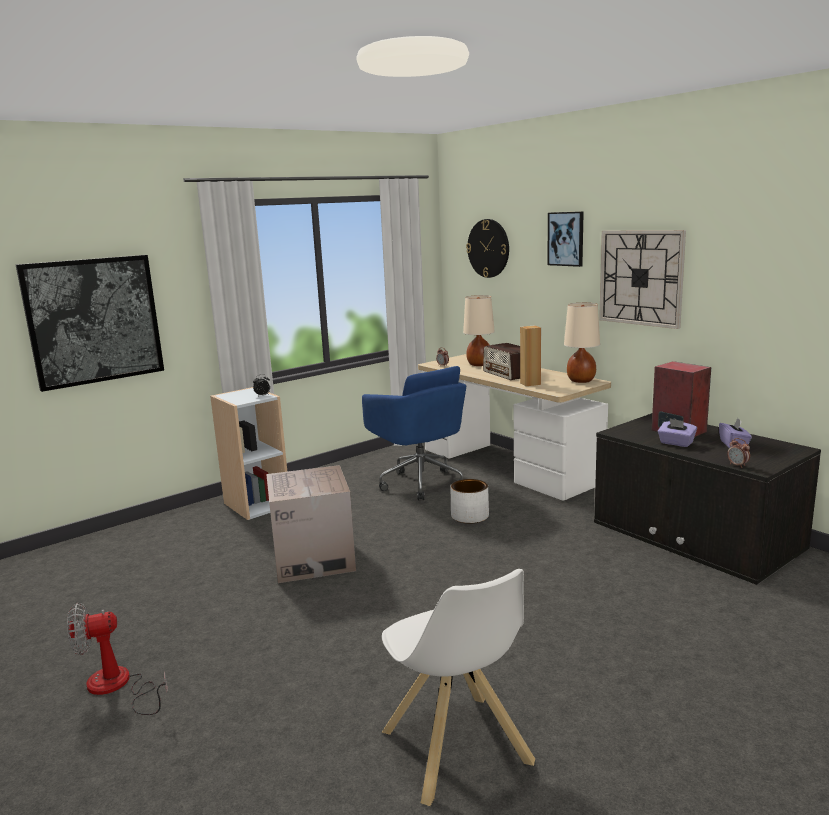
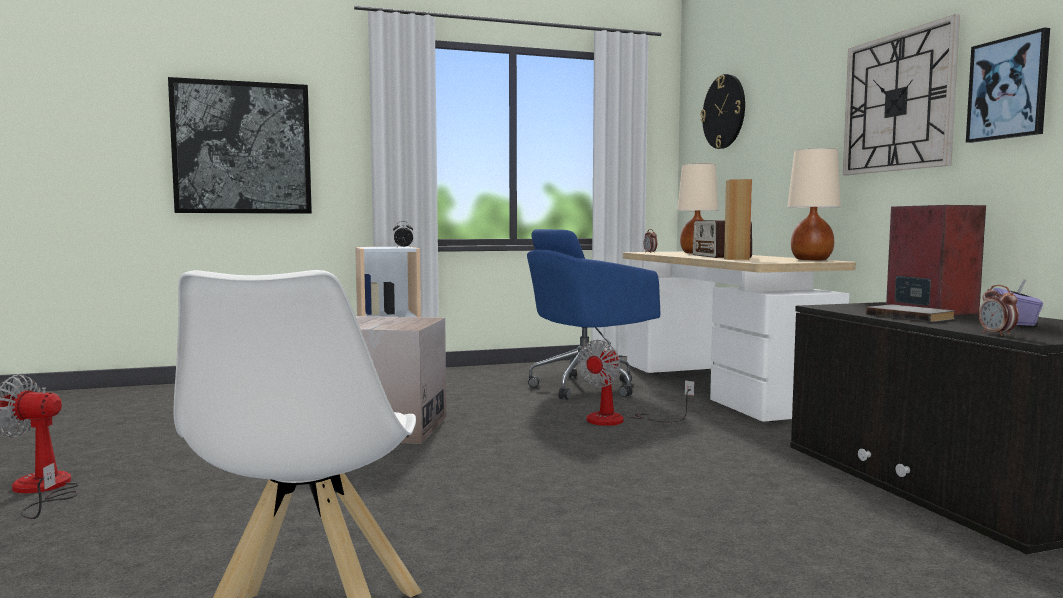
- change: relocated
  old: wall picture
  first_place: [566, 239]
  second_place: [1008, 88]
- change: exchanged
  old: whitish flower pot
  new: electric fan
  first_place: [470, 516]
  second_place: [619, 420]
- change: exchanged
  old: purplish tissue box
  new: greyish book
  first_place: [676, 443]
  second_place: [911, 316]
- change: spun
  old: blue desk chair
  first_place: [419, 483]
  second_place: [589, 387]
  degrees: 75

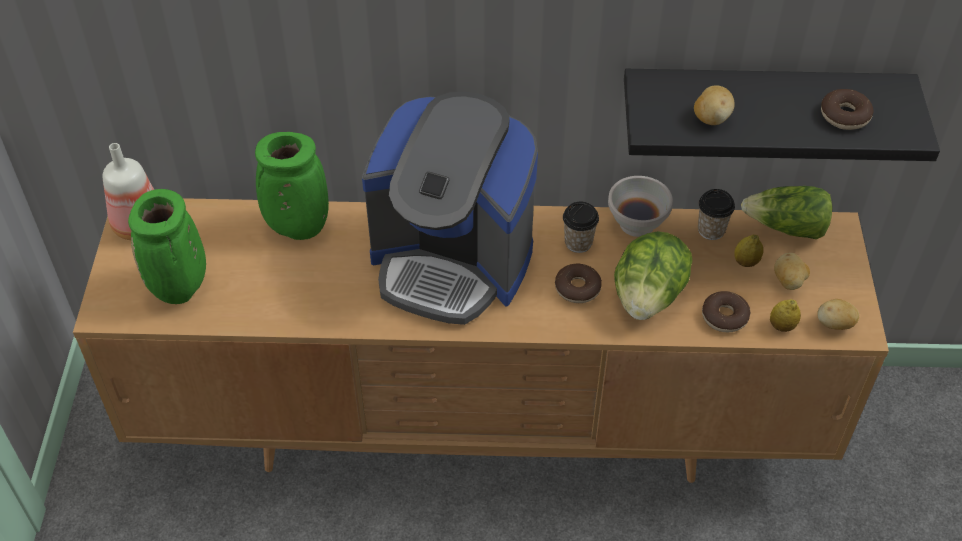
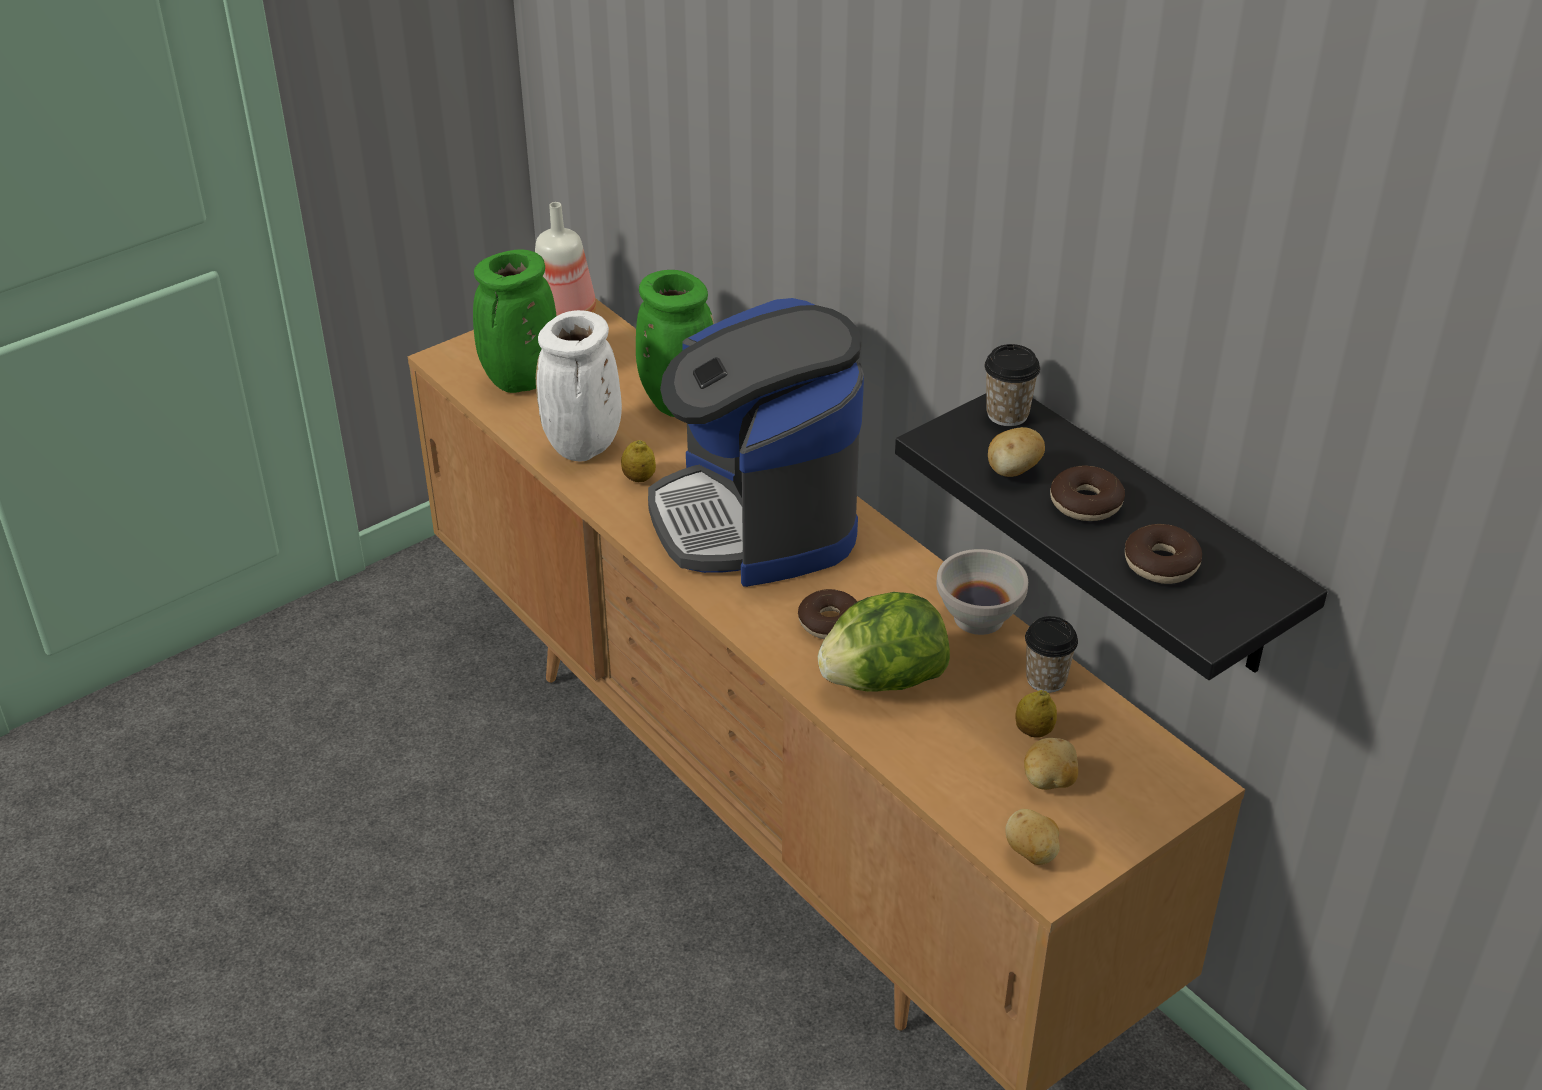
- change: missing
  old: head of lettuce
  first_place: [786, 227]
- change: appeared
  new: whitish flower vase
  second_place: [584, 448]
- change: relocated
  old: small cup
  first_place: [578, 243]
  second_place: [1007, 414]
- change: relocated
  old: donut
  first_place: [724, 317]
  second_place: [1085, 503]
- change: relocated
  old: lemon
  first_place: [782, 326]
  second_place: [639, 478]

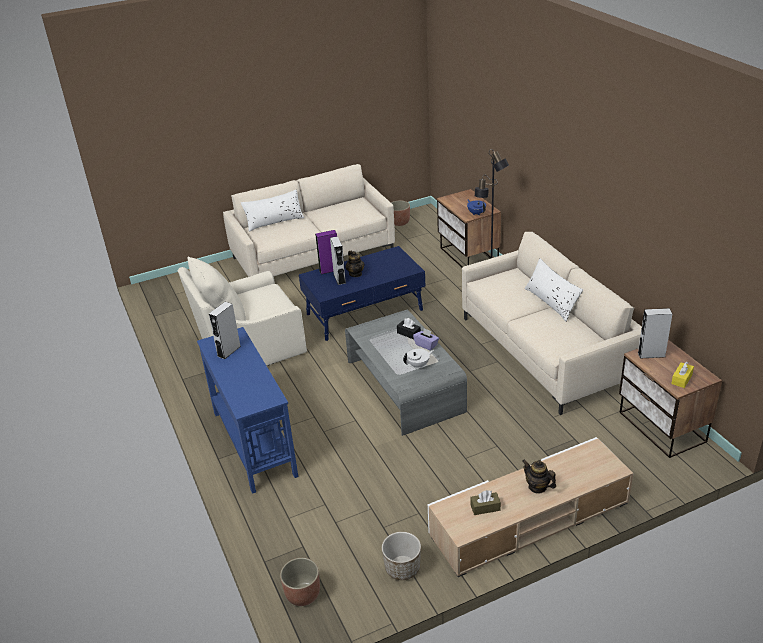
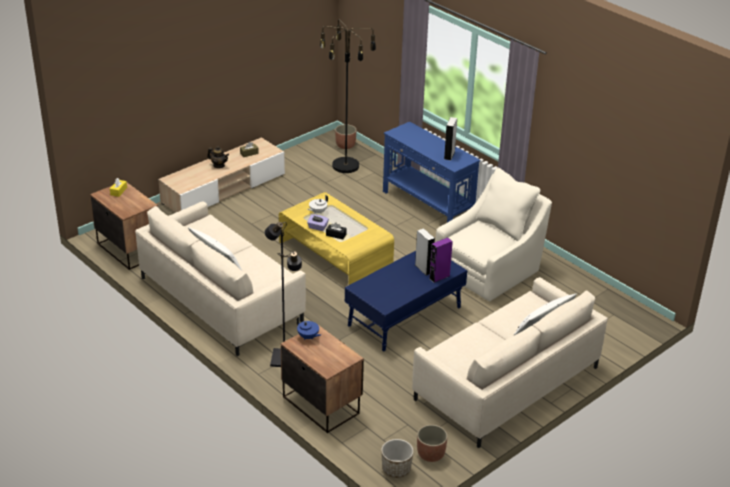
- change: missing
  old: teapot
  first_place: [355, 274]
- change: missing
  old: greyish audio speaker
  first_place: [651, 354]
- change: appeared
  new: standing lamp
  second_place: [345, 166]
- change: relocated
  old: flower pot
  first_place: [402, 568]
  second_place: [396, 469]
- change: colour
  old: greyish lounge table
  new: yellow-coloured lounge table
  first_place: [405, 386]
  second_place: [335, 255]

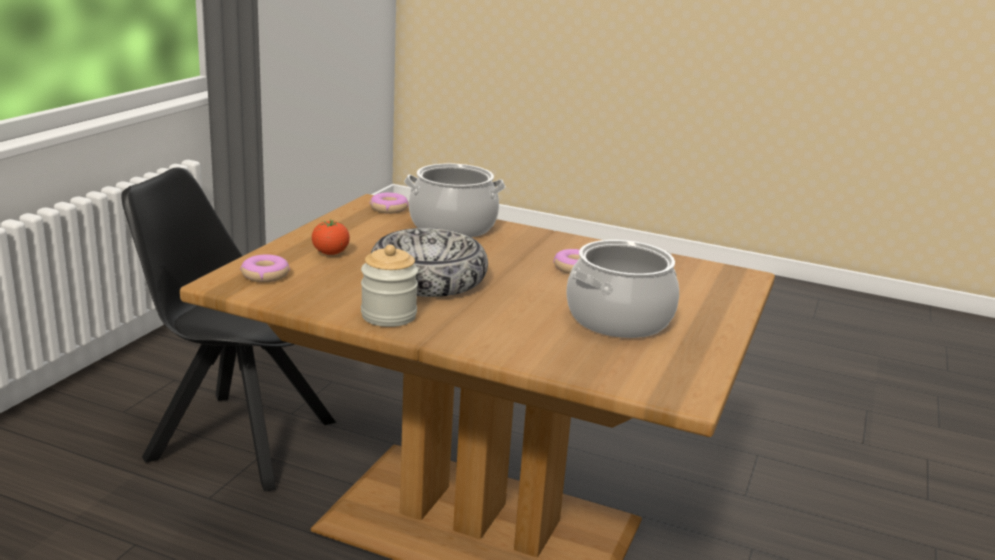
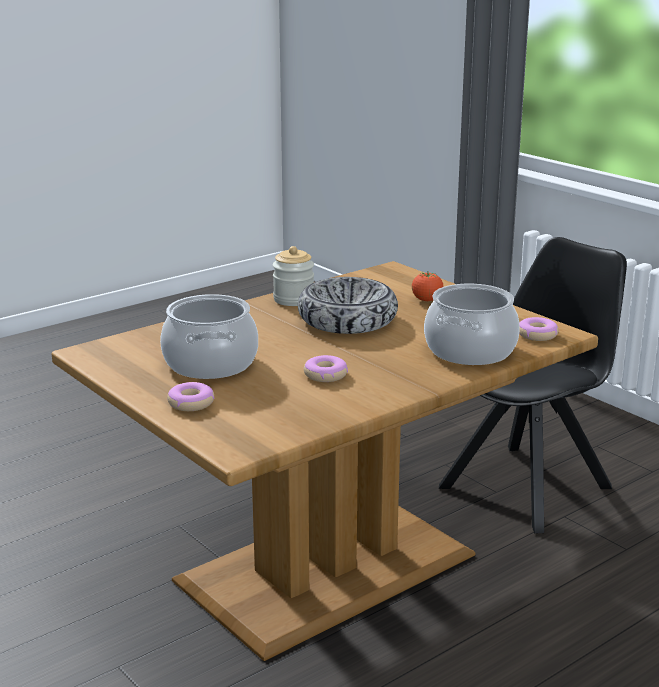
- change: relocated
  old: donut
  first_place: [265, 275]
  second_place: [191, 403]

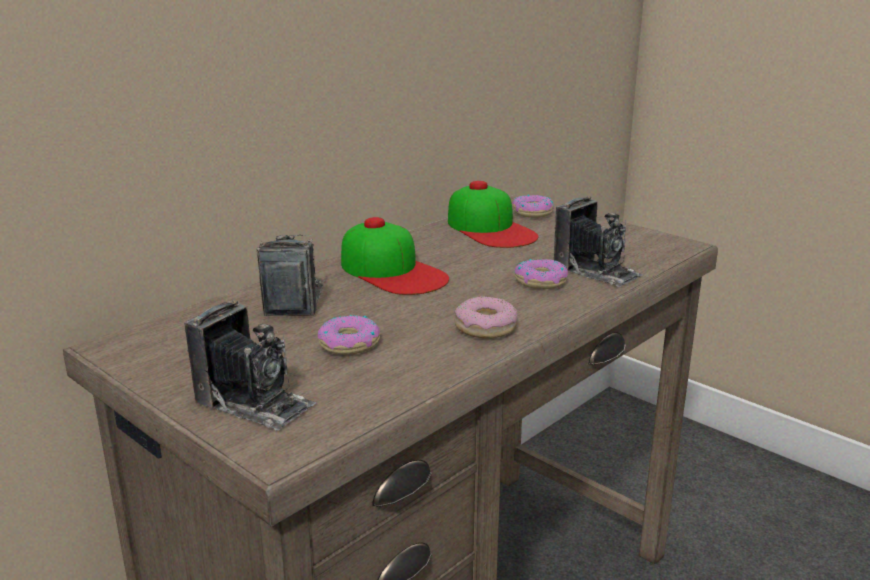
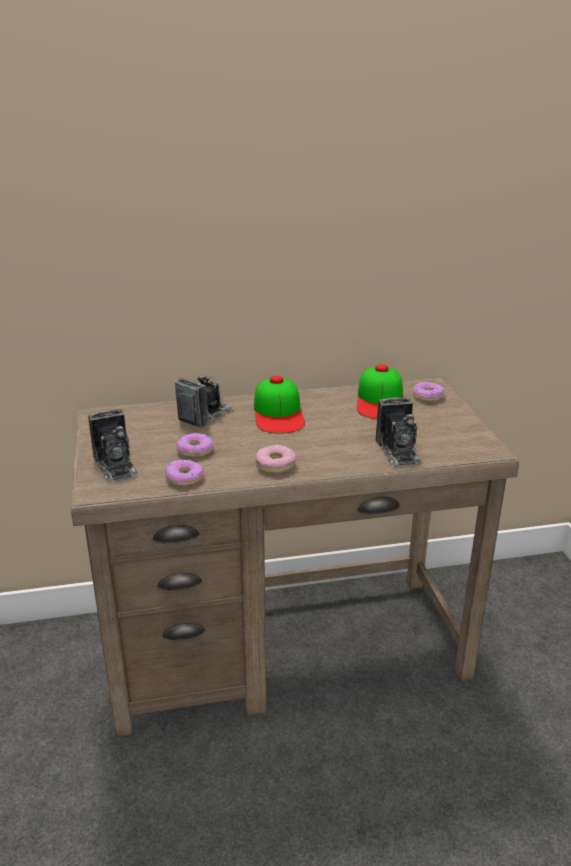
- change: relocated
  old: donut
  first_place: [541, 281]
  second_place: [184, 477]

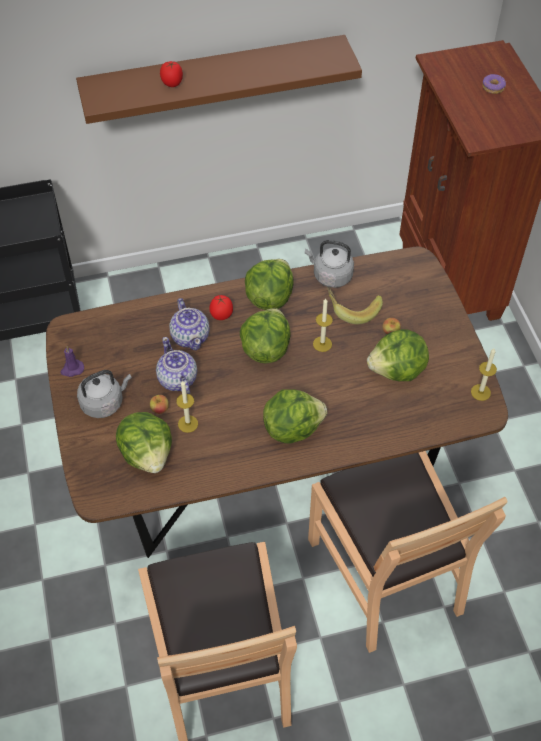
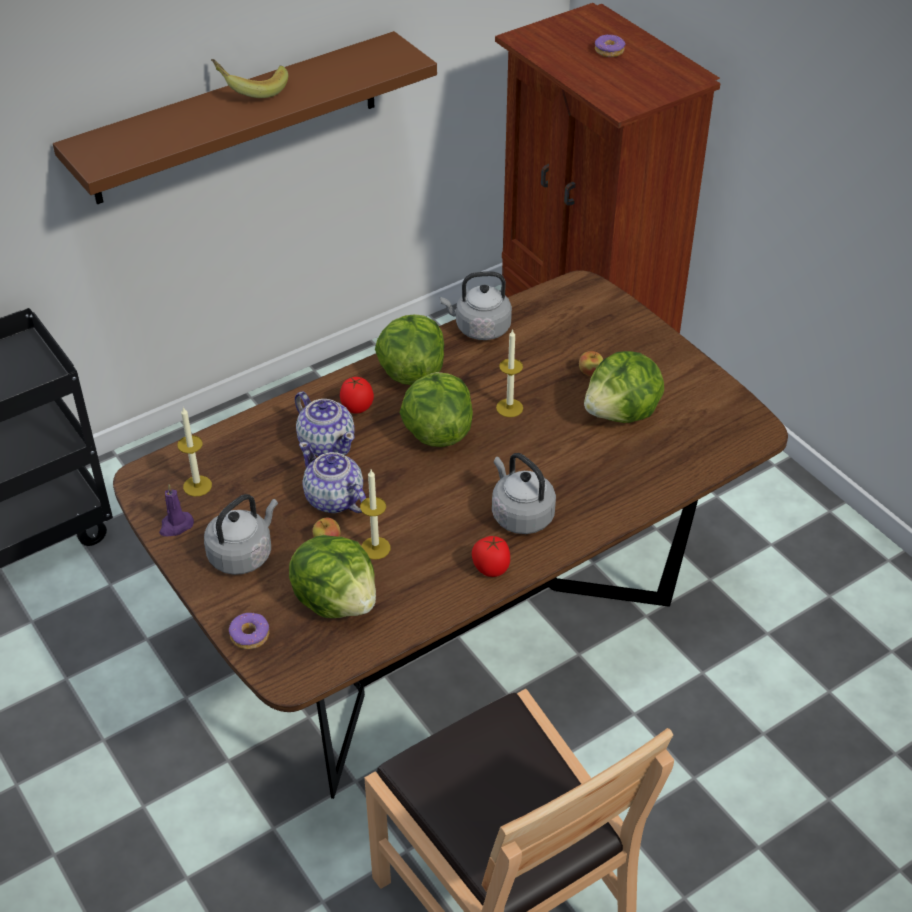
- change: missing
  old: brown upright chair
  first_place: [386, 574]
- change: appeared
  new: donut
  second_place: [250, 635]
- change: relocated
  old: tomato
  first_place: [172, 83]
  second_place: [491, 569]
- change: relocated
  old: whole banana
  first_place: [352, 309]
  second_place: [251, 89]
- change: relocated
  old: candle
  first_place: [480, 392]
  second_place: [197, 486]
- change: exchanged
  old: head of lettuce
  new: greyish kettle
  first_place: [292, 428]
  second_place: [520, 515]

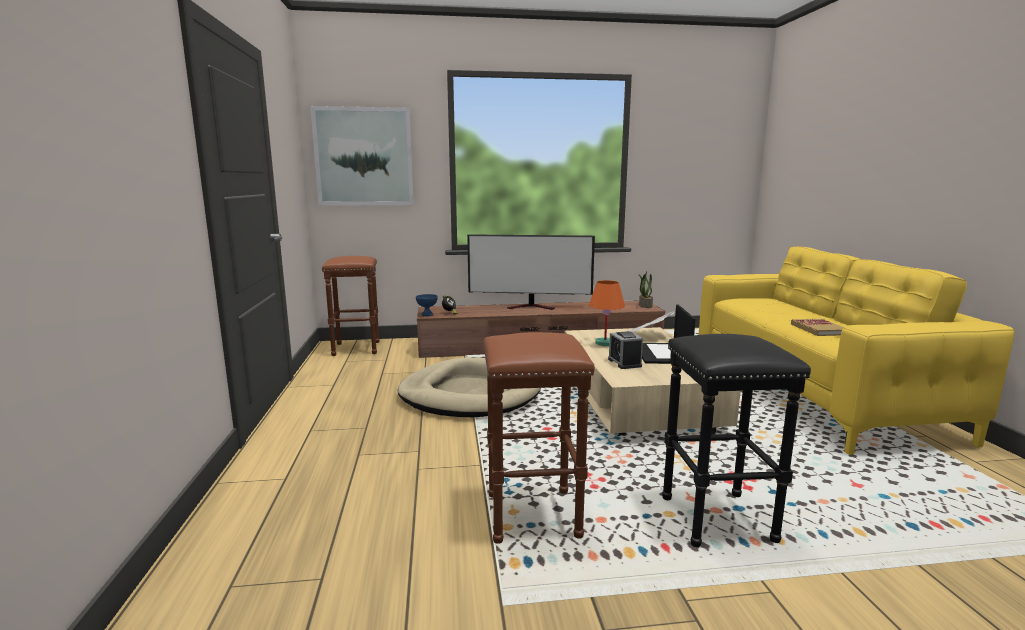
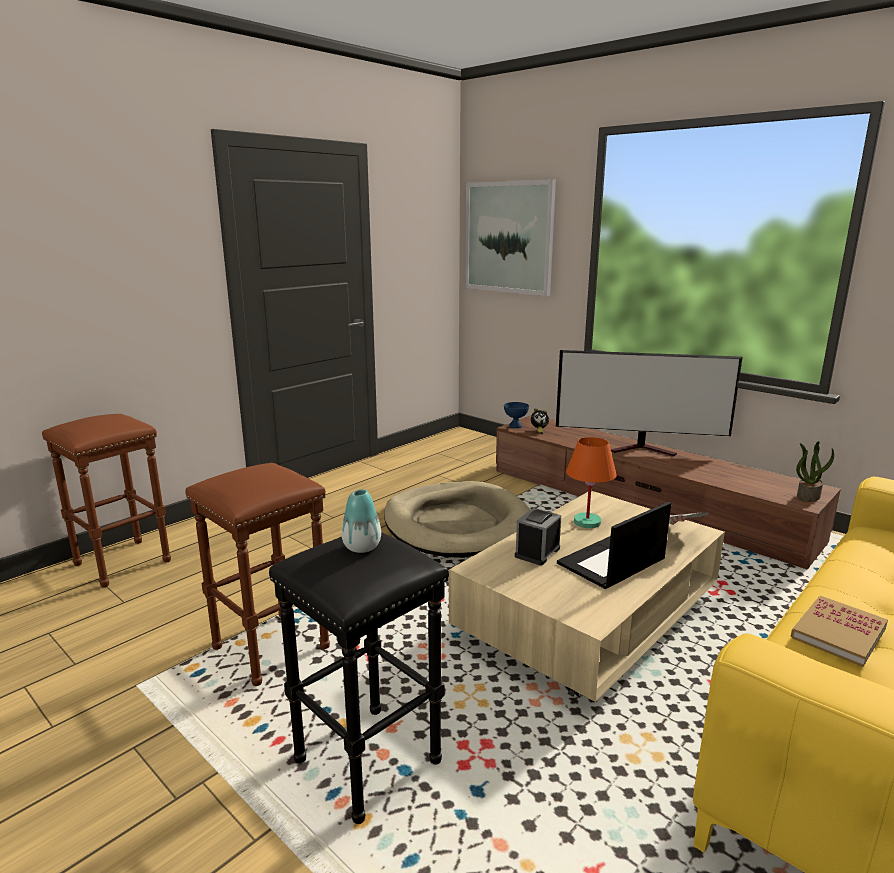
- change: appeared
  new: flower vase
  second_place: [362, 547]
- change: relocated
  old: brown stool seat
  first_place: [355, 348]
  second_place: [123, 561]
- change: spun
  old: television
  first_place: [532, 307]
  second_place: [644, 449]
  degrees: -45

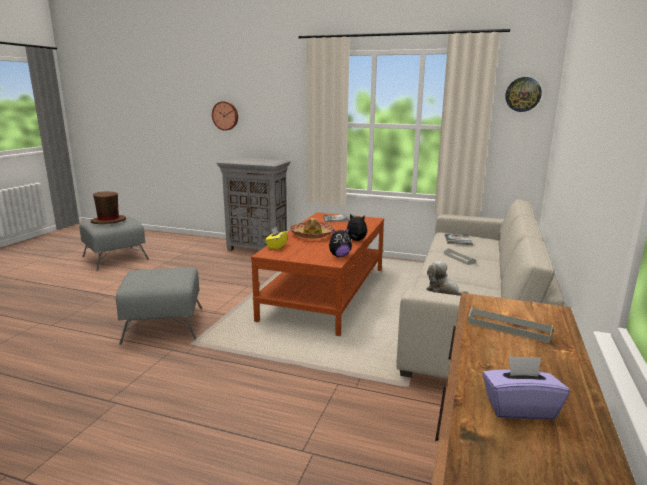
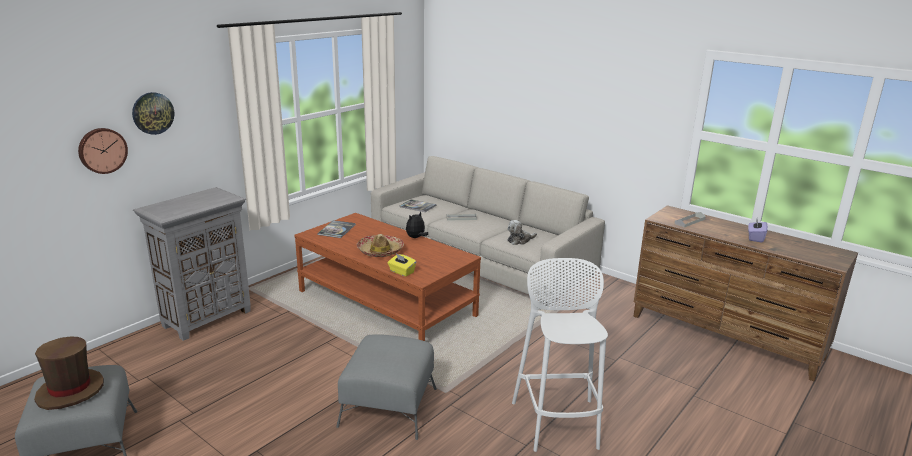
- change: missing
  old: soft toy
  first_place: [339, 256]
- change: appeared
  new: whitish stool seat
  second_place: [558, 423]
- change: relocated
  old: hanging clock
  first_place: [523, 94]
  second_place: [153, 113]

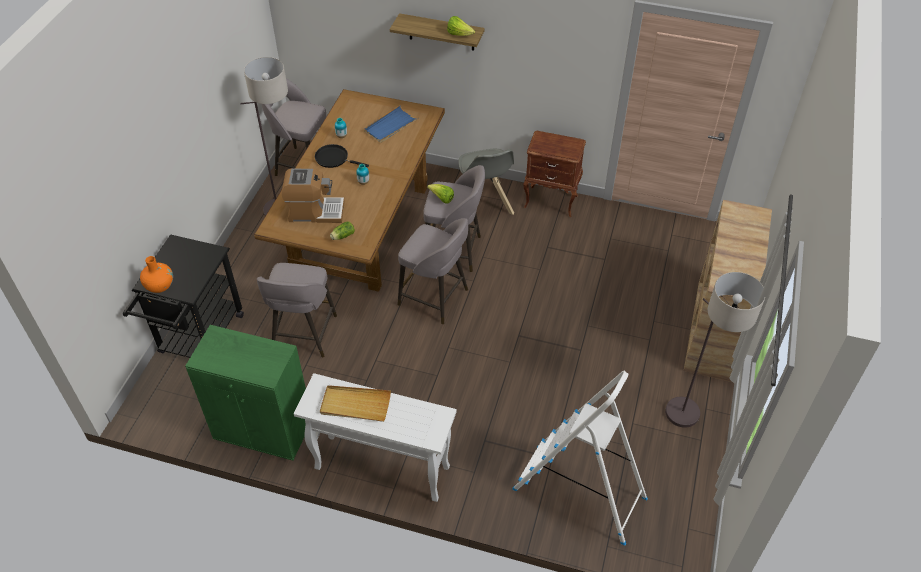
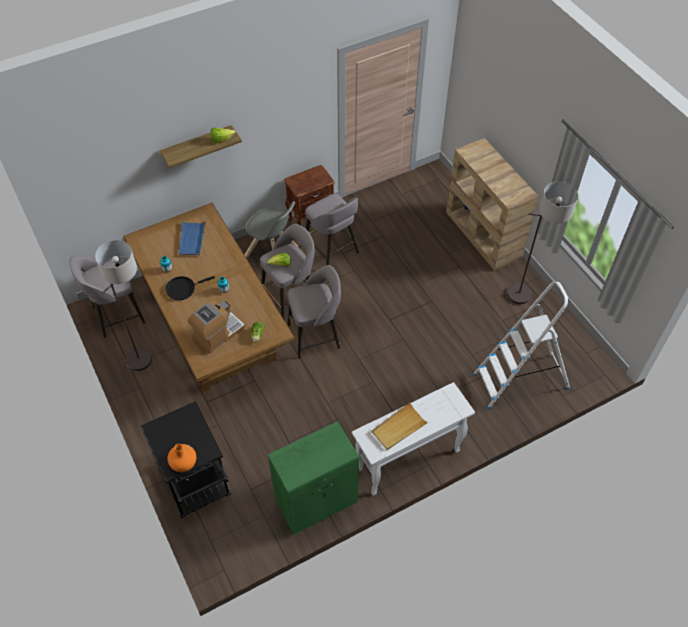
- change: relocated
  old: greyish stool seat
  first_place: [303, 335]
  second_place: [332, 250]

